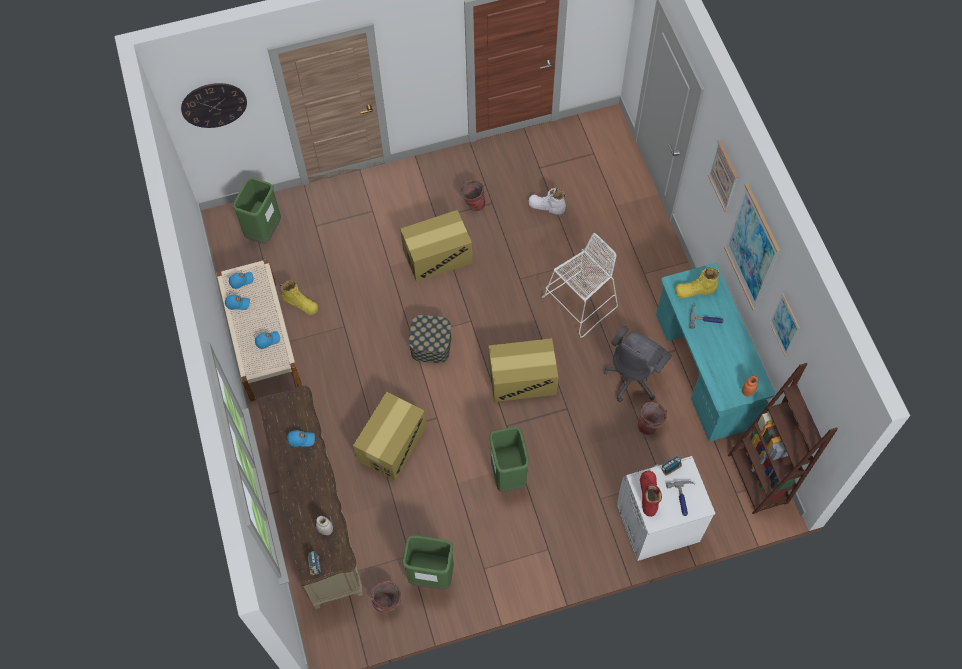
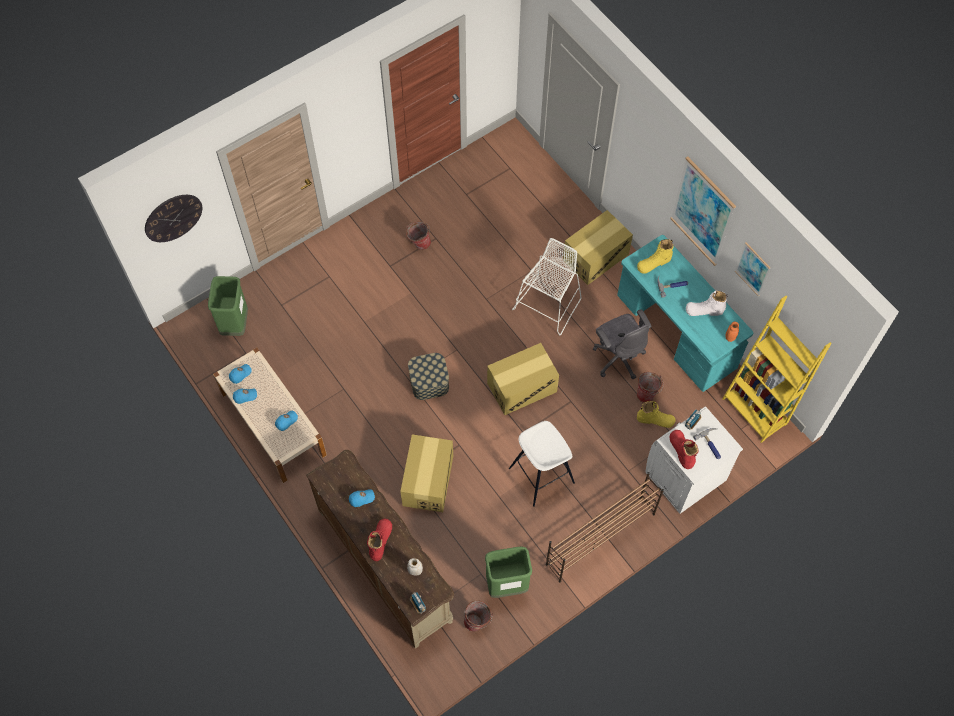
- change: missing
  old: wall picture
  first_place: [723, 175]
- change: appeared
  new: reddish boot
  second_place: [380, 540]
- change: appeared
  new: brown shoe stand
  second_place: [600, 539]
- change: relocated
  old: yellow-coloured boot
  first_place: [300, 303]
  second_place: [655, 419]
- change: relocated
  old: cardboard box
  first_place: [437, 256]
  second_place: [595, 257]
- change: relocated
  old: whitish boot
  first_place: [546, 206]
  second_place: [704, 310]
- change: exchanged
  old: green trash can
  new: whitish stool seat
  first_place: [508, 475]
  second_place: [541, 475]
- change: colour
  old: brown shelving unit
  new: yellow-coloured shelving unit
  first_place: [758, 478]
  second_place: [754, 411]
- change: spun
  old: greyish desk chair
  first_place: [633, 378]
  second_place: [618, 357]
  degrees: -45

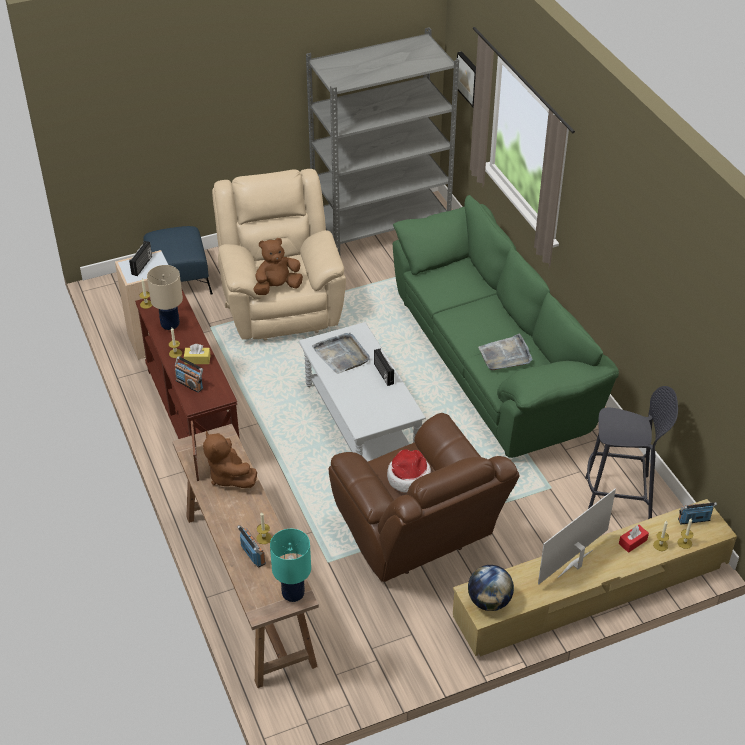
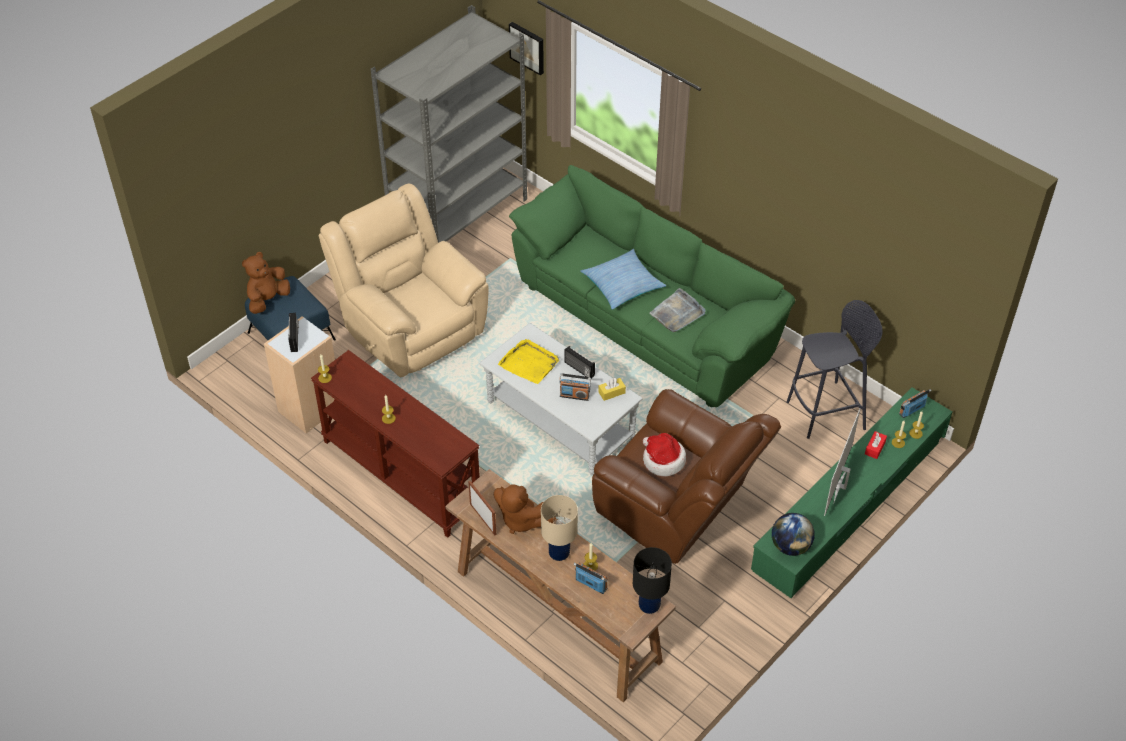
- change: appeared
  new: cushion
  second_place: [622, 285]
- change: relocated
  old: beige-coloured tabletop lamp
  first_place: [170, 325]
  second_place: [559, 554]
- change: relocated
  old: radio
  first_place: [189, 384]
  second_place: [574, 395]
- change: relocated
  old: yellow-coloured tissue box
  first_place: [197, 360]
  second_place: [611, 392]
- change: relocated
  old: brown soft toy
  first_place: [277, 287]
  second_place: [267, 300]
- change: colour
  old: turquoise-coloured tabletop lamp
  new: black-coloured tabletop lamp
  first_place: [293, 595]
  second_place: [649, 606]
- change: colour
  old: greyish serving tray
  new: yellow-coloured serving tray
  first_place: [342, 355]
  second_place: [529, 363]
- change: colour
  old: beige-coloured tv stand
  new: green tv stand
  first_place: [591, 593]
  second_place: [850, 505]

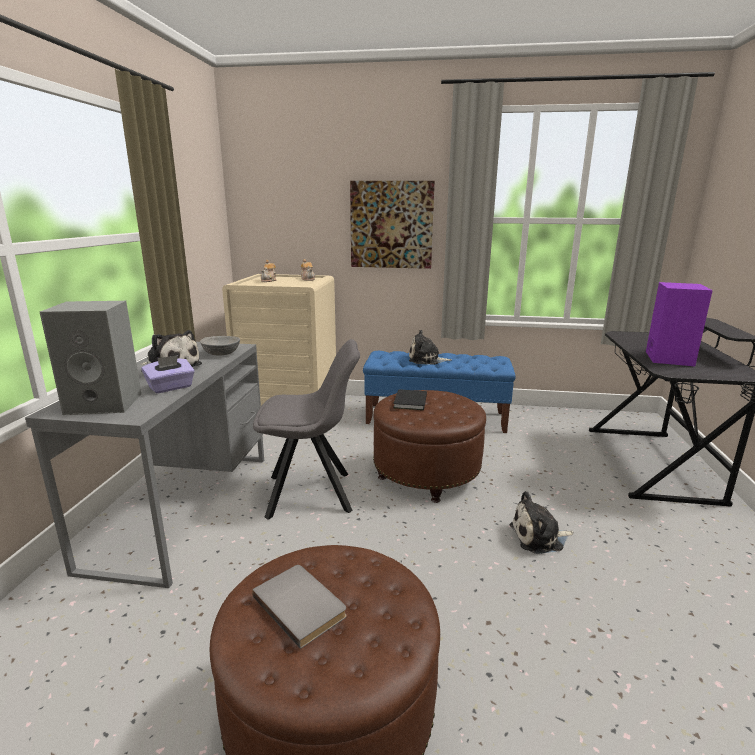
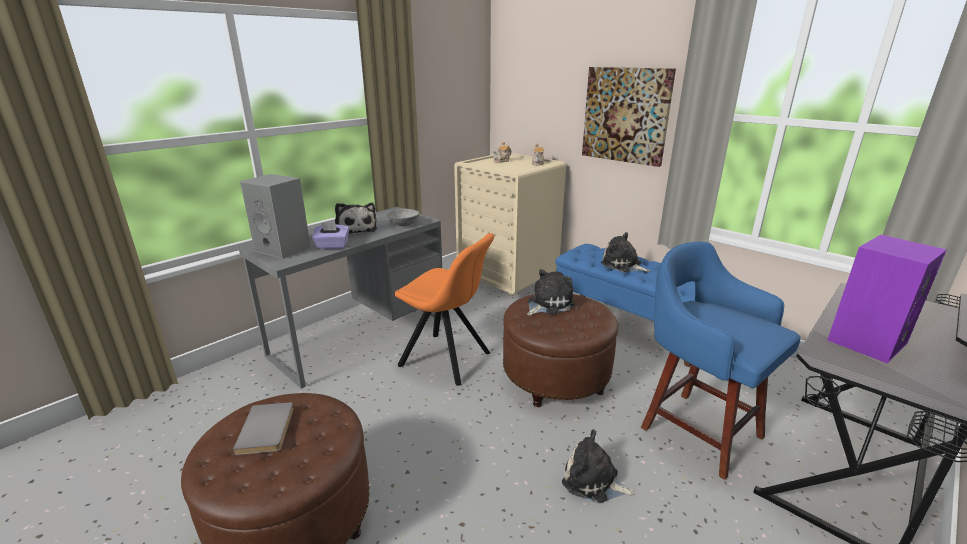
- change: appeared
  new: blue stool seat
  second_place: [696, 429]
- change: exchanged
  old: black-coloured book
  new: soft toy
  first_place: [409, 402]
  second_place: [548, 304]
- change: colour
  old: greyish upright chair
  new: orange-coloured upright chair
  first_place: [310, 494]
  second_place: [446, 359]

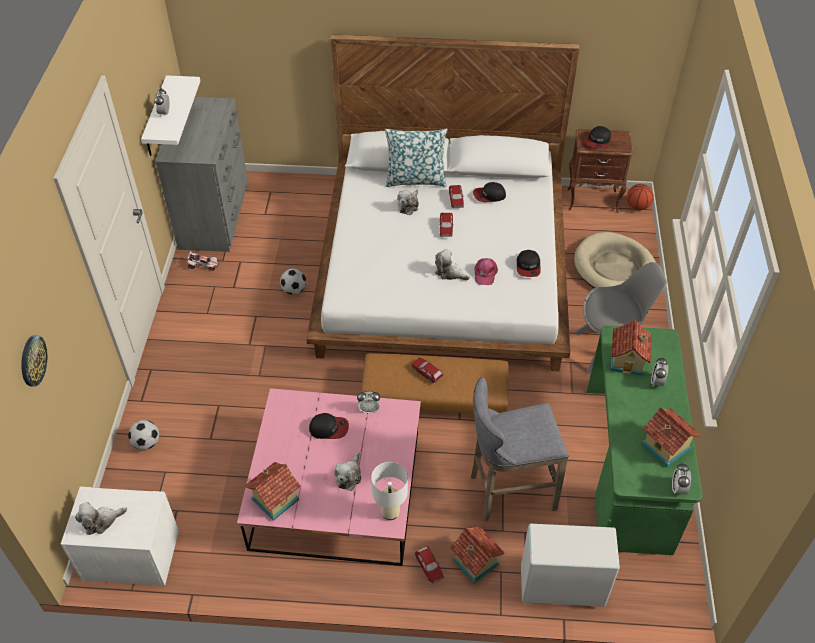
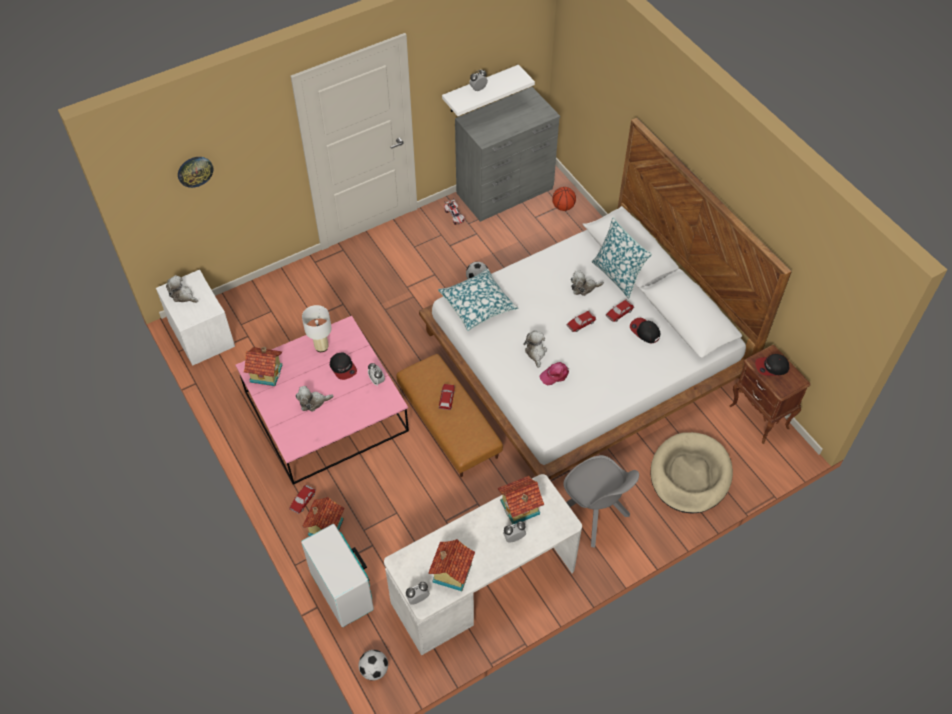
- change: missing
  old: greyish stool seat
  first_place: [508, 492]
- change: missing
  old: cap
  first_place: [528, 267]
- change: appeared
  new: cushion
  second_place: [477, 304]
- change: relocated
  old: ball for football
  first_place: [146, 443]
  second_place: [374, 670]
- change: relocated
  old: whitish tabletop lamp
  first_place: [390, 512]
  second_place: [322, 347]
- change: relocated
  old: basketball ball
  first_place: [637, 206]
  second_place: [563, 207]
- change: colour
  old: green desk unit
  new: whitish desk unit
  first_place: [629, 466]
  second_place: [484, 586]

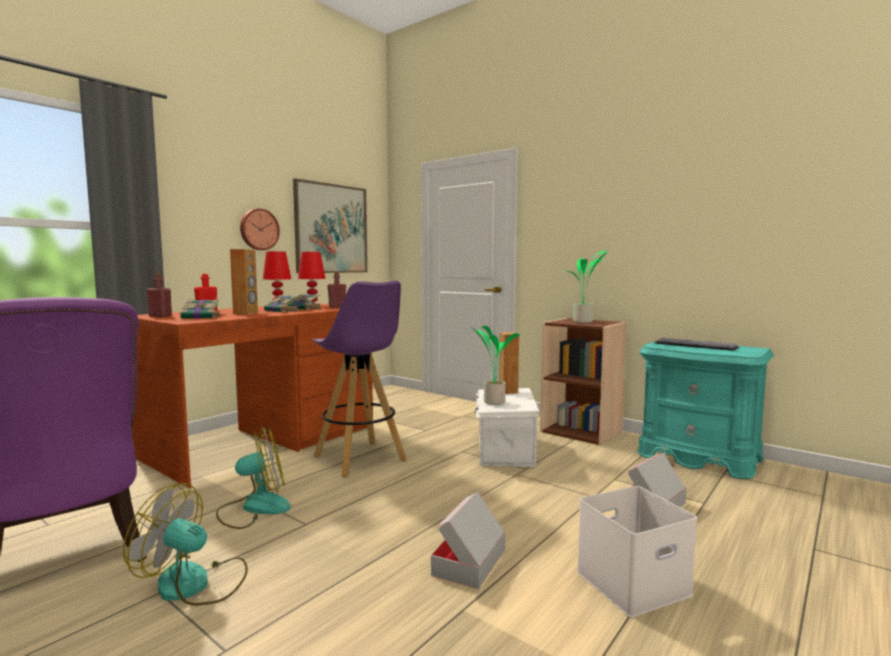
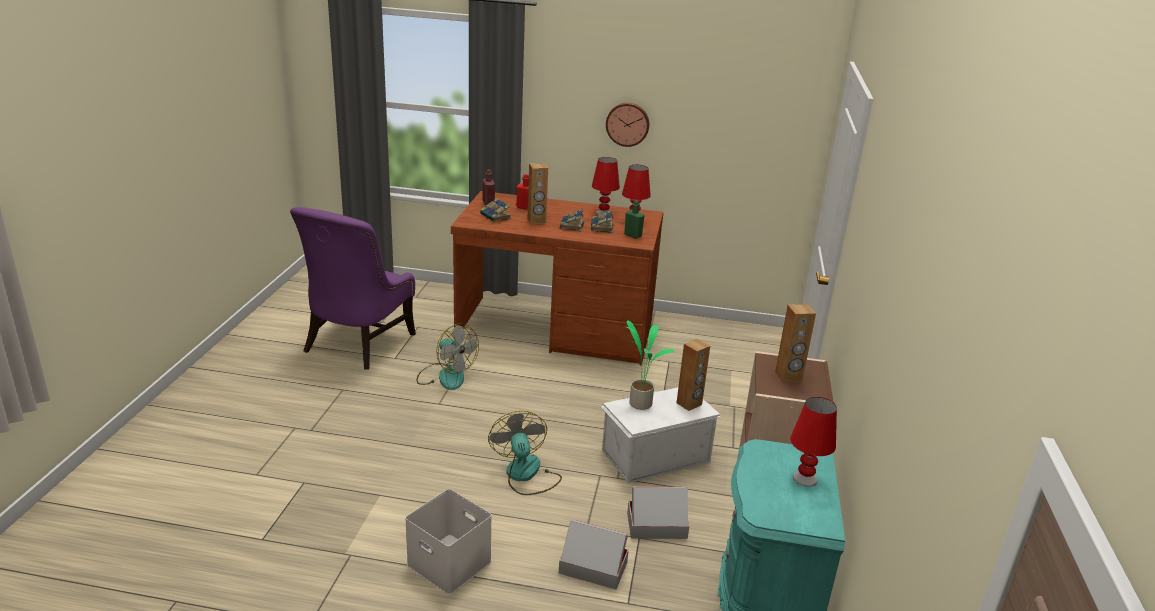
- change: missing
  old: wall picture
  first_place: [331, 229]
- change: missing
  old: purplish stool seat
  first_place: [360, 459]
- change: relocated
  old: electric fan
  first_place: [195, 584]
  second_place: [526, 475]
- change: relocated
  old: cardboard box
  first_place: [469, 562]
  second_place: [656, 525]
- change: exchanged
  old: plant in a pot
  new: brown audio speaker
  first_place: [583, 322]
  second_place: [788, 376]
- change: exchanged
  old: PC keyboard
  new: reddish tabletop lamp
  first_place: [697, 345]
  second_place: [805, 479]
- change: colour
  old: reddish bottle
  new: green bottle
  first_place: [337, 307]
  second_place: [633, 235]

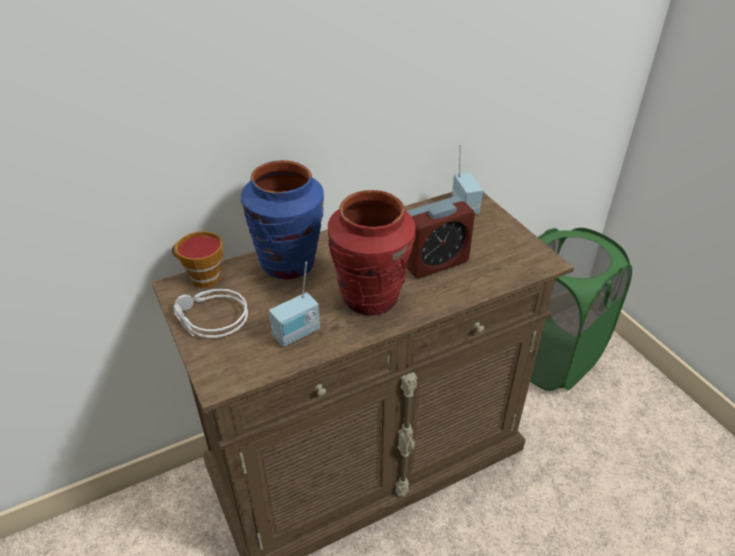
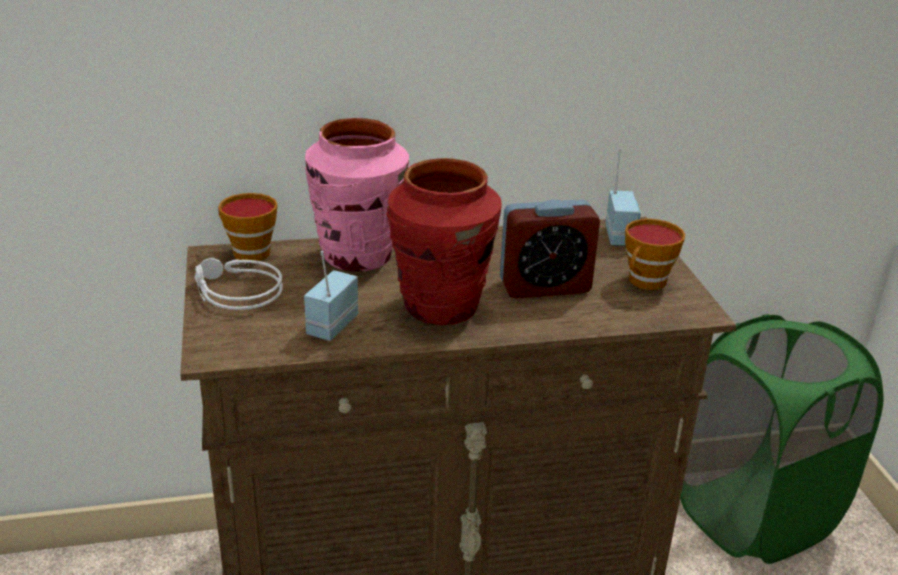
- change: appeared
  new: small cup
  second_place: [645, 282]
- change: colour
  old: blue flower vase
  new: pink-coloured flower vase
  first_place: [289, 264]
  second_place: [358, 256]
- change: spun
  old: radio
  first_place: [297, 334]
  second_place: [330, 326]
  degrees: 135

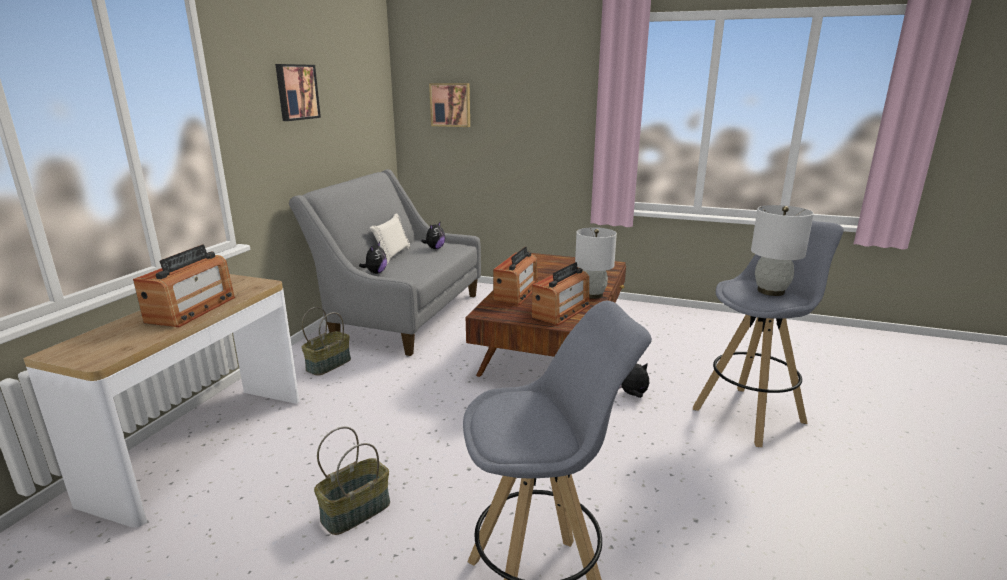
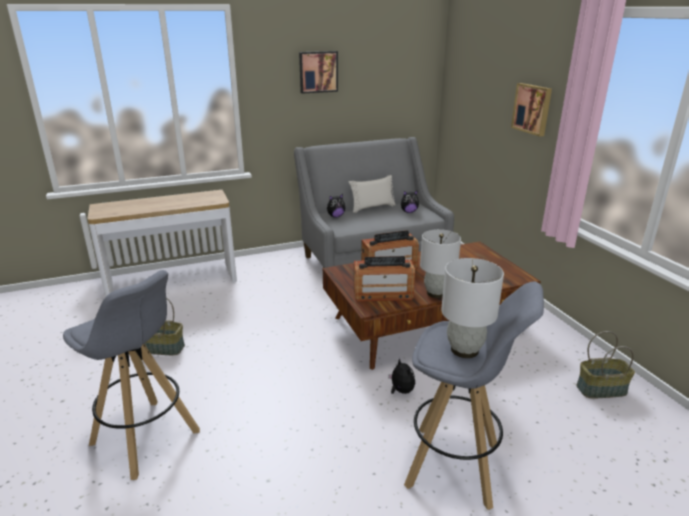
- change: missing
  old: radio
  first_place: [192, 309]
- change: relocated
  old: basket
  first_place: [328, 364]
  second_place: [601, 389]
- change: relocated
  old: wall picture
  first_place: [450, 105]
  second_place: [532, 109]

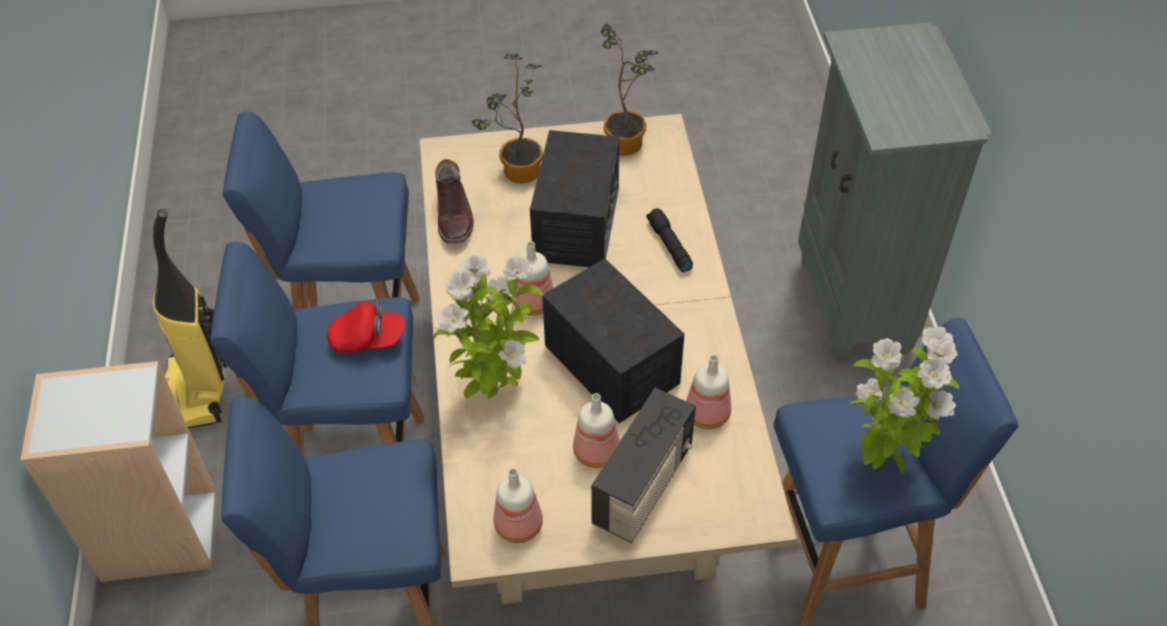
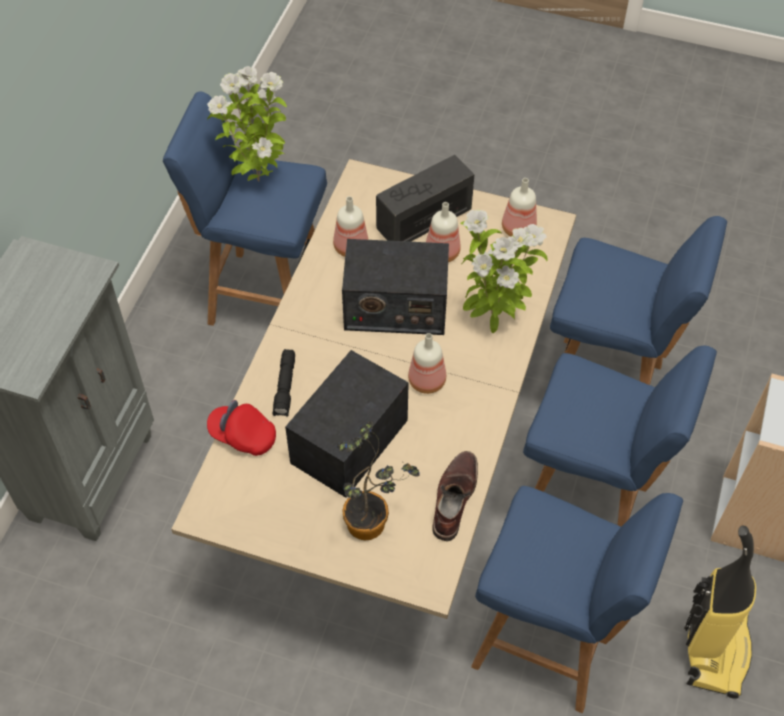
- change: missing
  old: plant in a pot
  first_place: [628, 140]
- change: relocated
  old: reddish cap
  first_place: [368, 339]
  second_place: [243, 436]
- change: spun
  old: radio
  first_place: [612, 364]
  second_place: [395, 307]
  degrees: -75

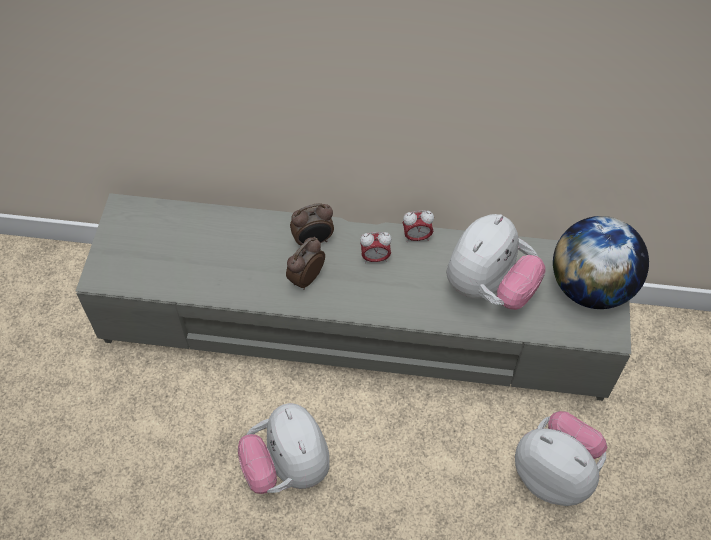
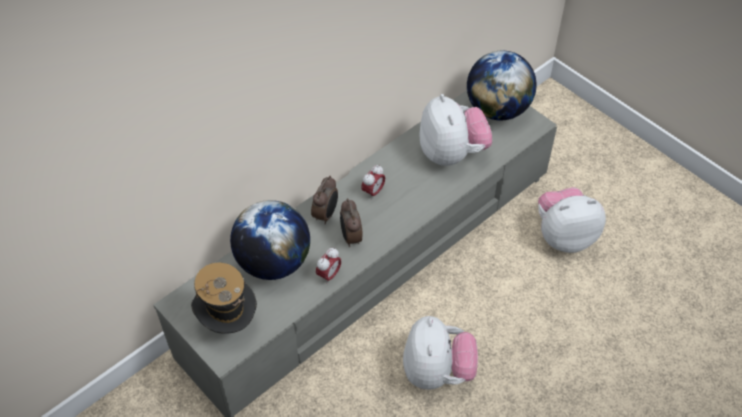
- change: appeared
  new: clothing hat
  second_place: [228, 323]
- change: appeared
  new: globe
  second_place: [273, 262]
- change: relocated
  old: alarm clock
  first_place: [417, 237]
  second_place: [329, 275]
- change: spun
  old: soft toy
  first_place: [287, 467]
  second_place: [437, 372]
  degrees: -105

